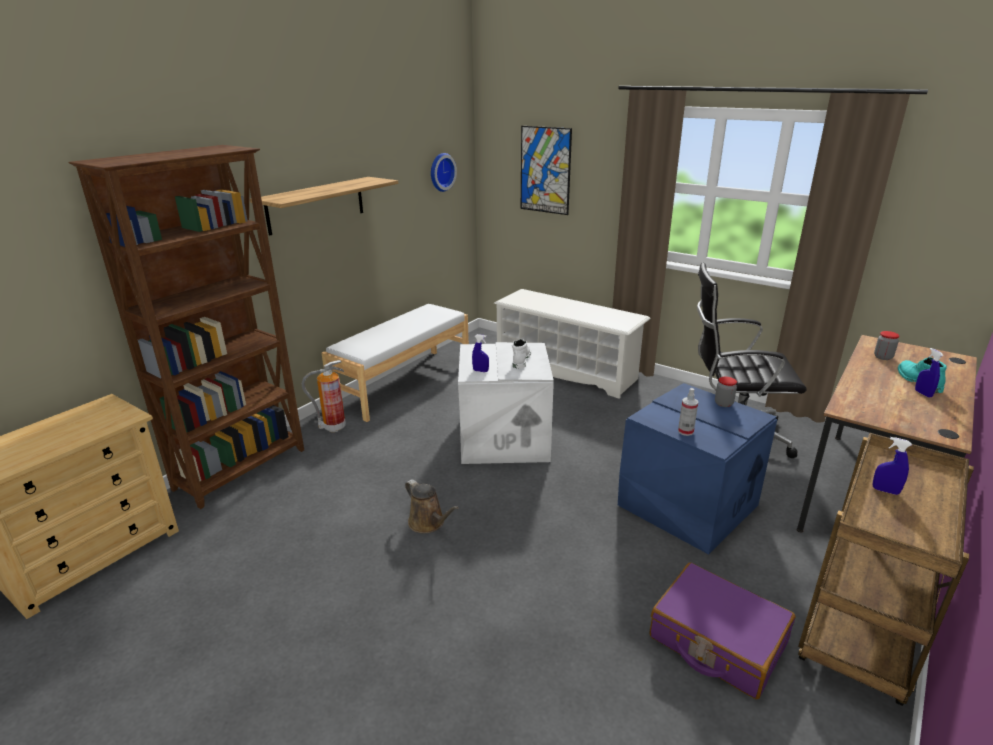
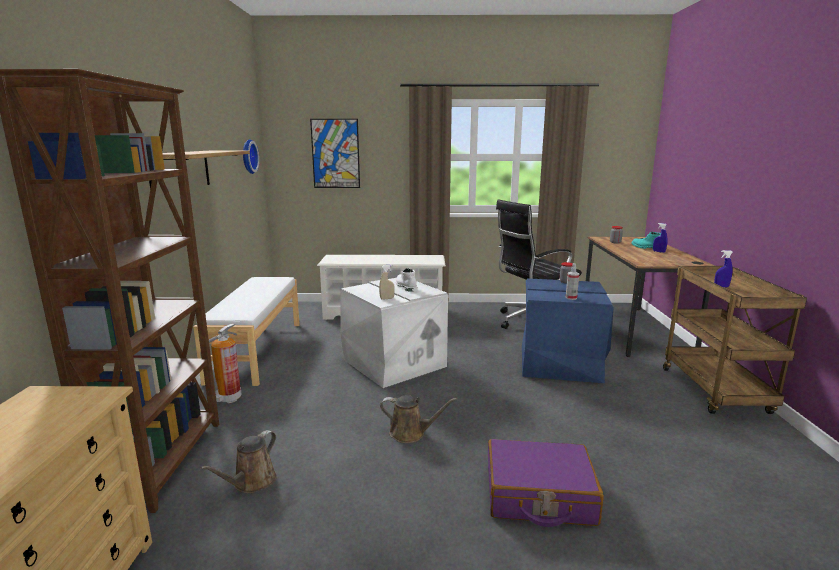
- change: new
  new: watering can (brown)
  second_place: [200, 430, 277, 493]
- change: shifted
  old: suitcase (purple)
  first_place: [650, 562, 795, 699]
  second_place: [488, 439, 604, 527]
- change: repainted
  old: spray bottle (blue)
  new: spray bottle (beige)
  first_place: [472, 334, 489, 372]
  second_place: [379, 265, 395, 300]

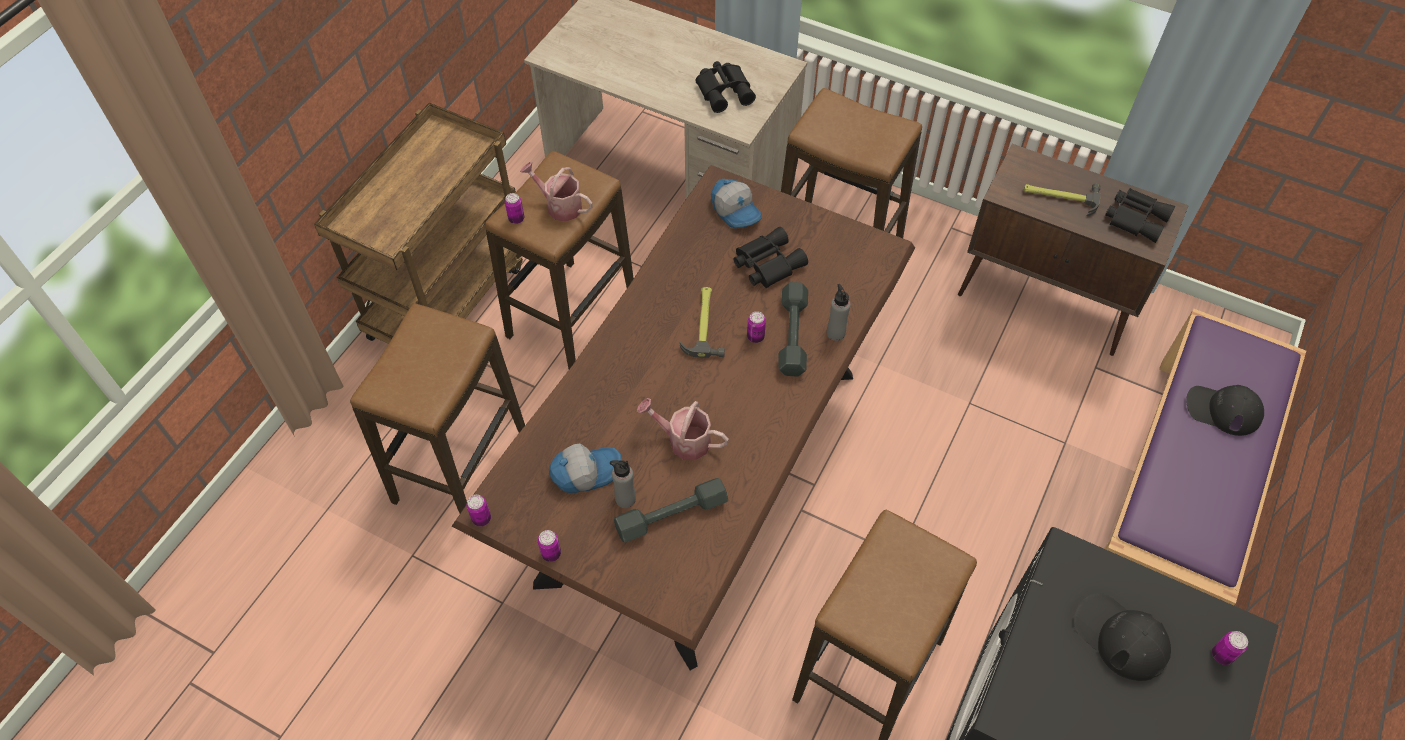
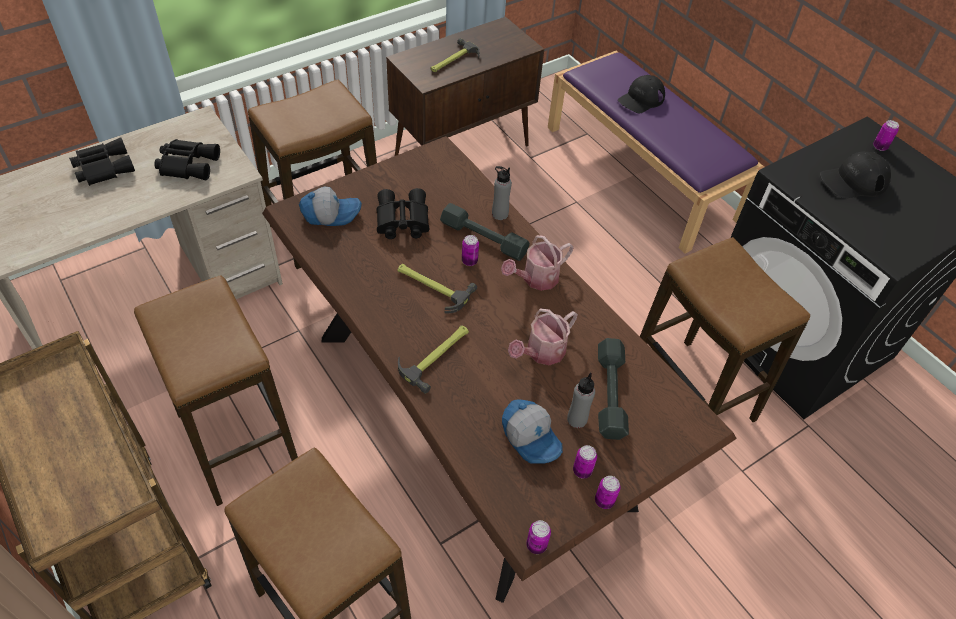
- change: new
  new: hammer
  second_place: [398, 326, 469, 394]
- change: shifted
  old: can
  first_place: [505, 193, 524, 224]
  second_place: [573, 445, 597, 479]
- change: shifted
  old: watering can
  first_place: [520, 162, 593, 222]
  second_place: [501, 235, 574, 291]
- change: shifted
  old: binoculars (black)
  first_place: [1105, 188, 1176, 243]
  second_place: [69, 138, 135, 186]
- change: rotated
  old: cap
  first_place: [549, 443, 622, 493]
  second_place: [502, 399, 563, 464]
  degrees: 135

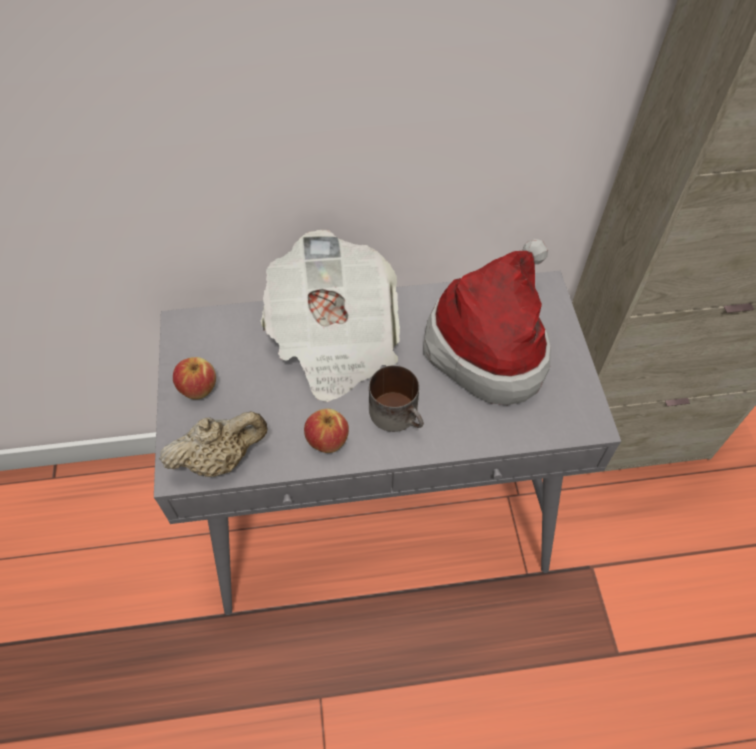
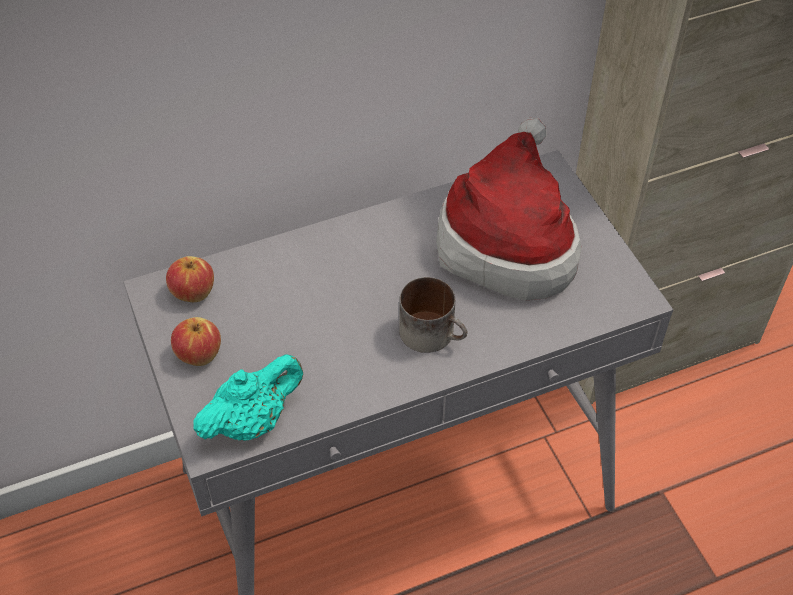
- change: gone
  old: newspaper
  first_place: [261, 230, 400, 402]
- change: shifted
  old: apple
  first_place: [304, 409, 349, 453]
  second_place: [166, 256, 214, 302]
- change: repainted
  old: teapot (beige)
  new: teapot (turquoise)
  first_place: [159, 411, 268, 477]
  second_place: [193, 354, 303, 441]

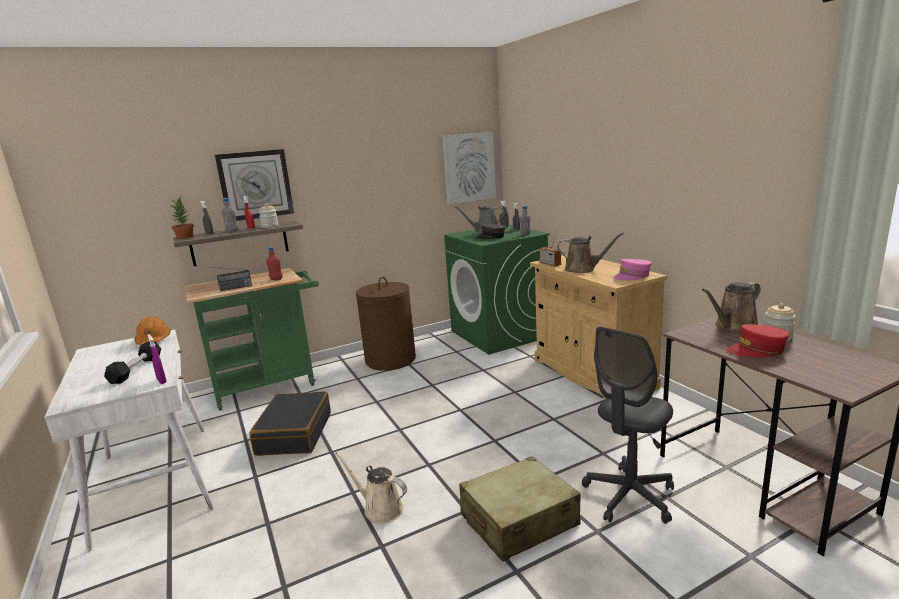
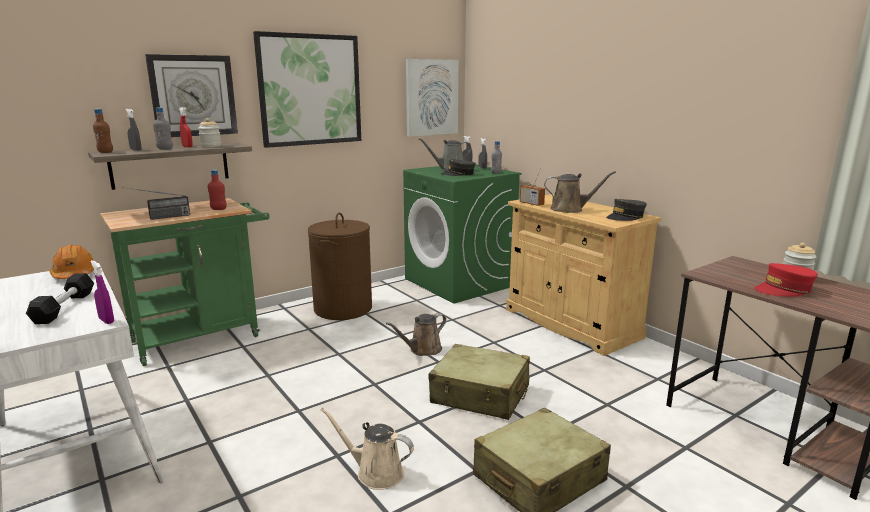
- change: gone
  old: suitcase (black)
  first_place: [249, 391, 331, 456]
- change: gone
  old: office chair (grey)
  first_place: [582, 327, 674, 524]
- change: new
  new: picture
  second_place: [253, 31, 361, 148]
- change: new
  new: suitcase (beige)
  second_place: [429, 344, 530, 420]
- change: shifted
  old: watering can (brown)
  first_place: [702, 282, 761, 332]
  second_place: [386, 313, 446, 356]
- change: swapped
  old: potted plant
  new: bottle (brown)
  first_place: [169, 196, 194, 239]
  second_place: [93, 109, 113, 153]
- change: repainted
  old: cap (pink)
  new: cap (grey)
  first_place: [612, 259, 652, 280]
  second_place: [606, 199, 647, 221]

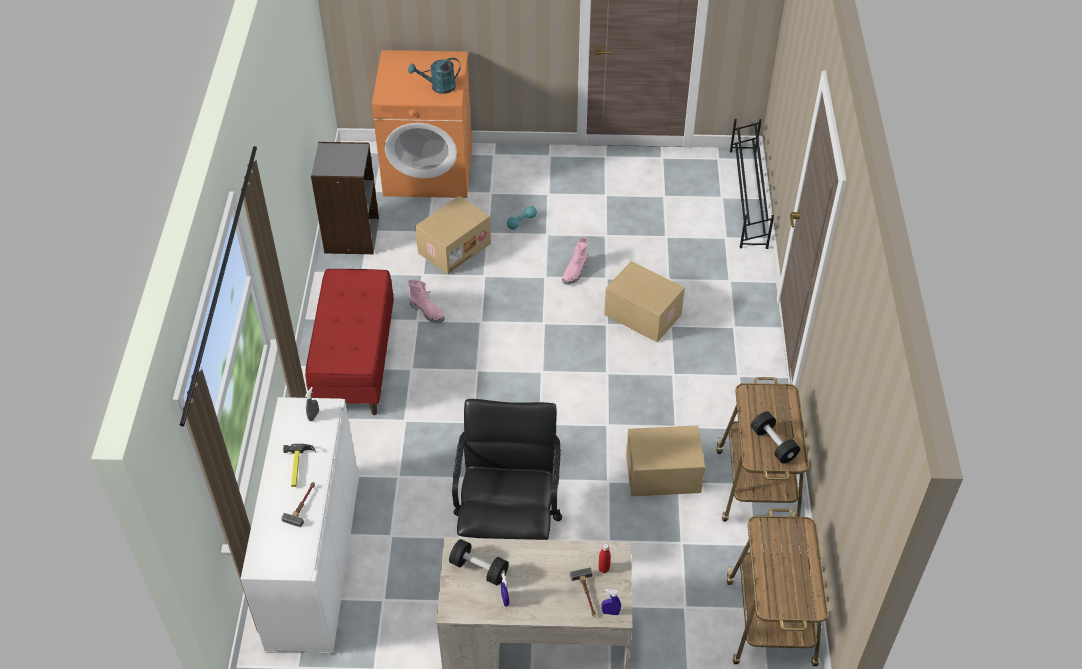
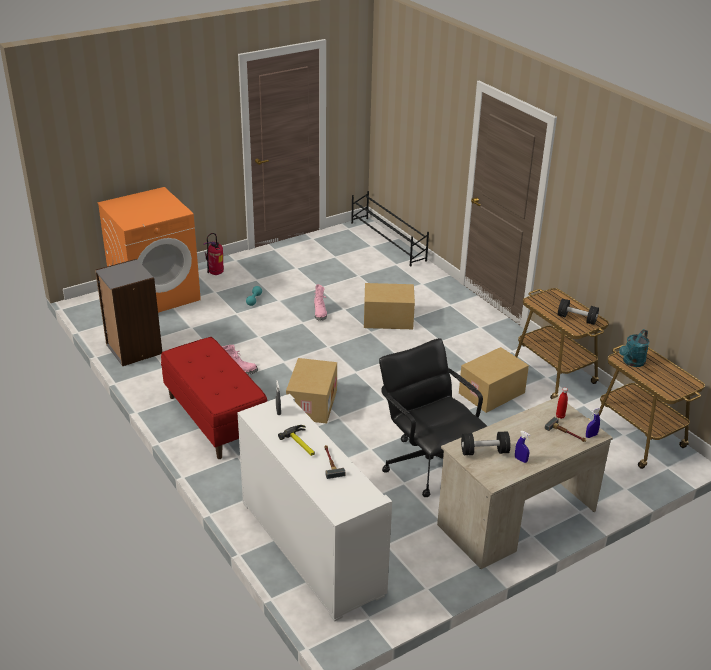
- change: new
  new: fire extinguisher
  second_place: [203, 233, 224, 275]
- change: shifted
  old: watering can (turquoise)
  first_place: [408, 58, 461, 94]
  second_place: [619, 329, 650, 367]
- change: shifted
  old: cardboard box
  first_place: [415, 196, 491, 274]
  second_place: [286, 358, 337, 424]

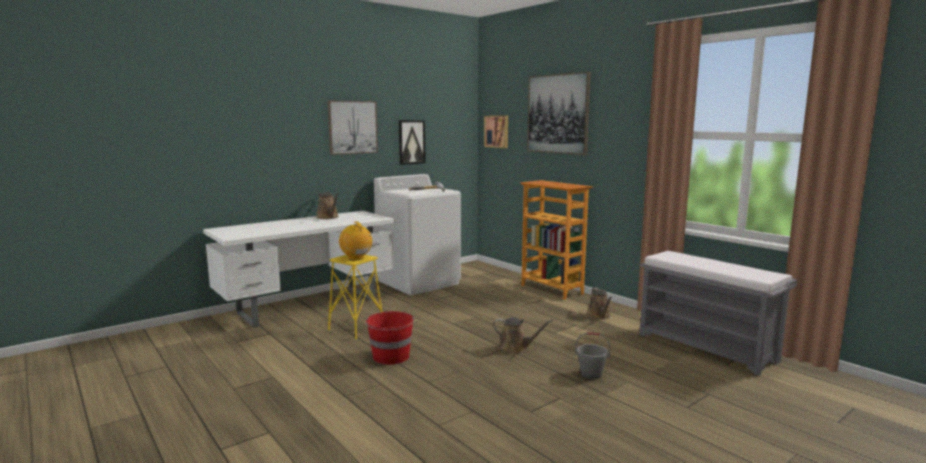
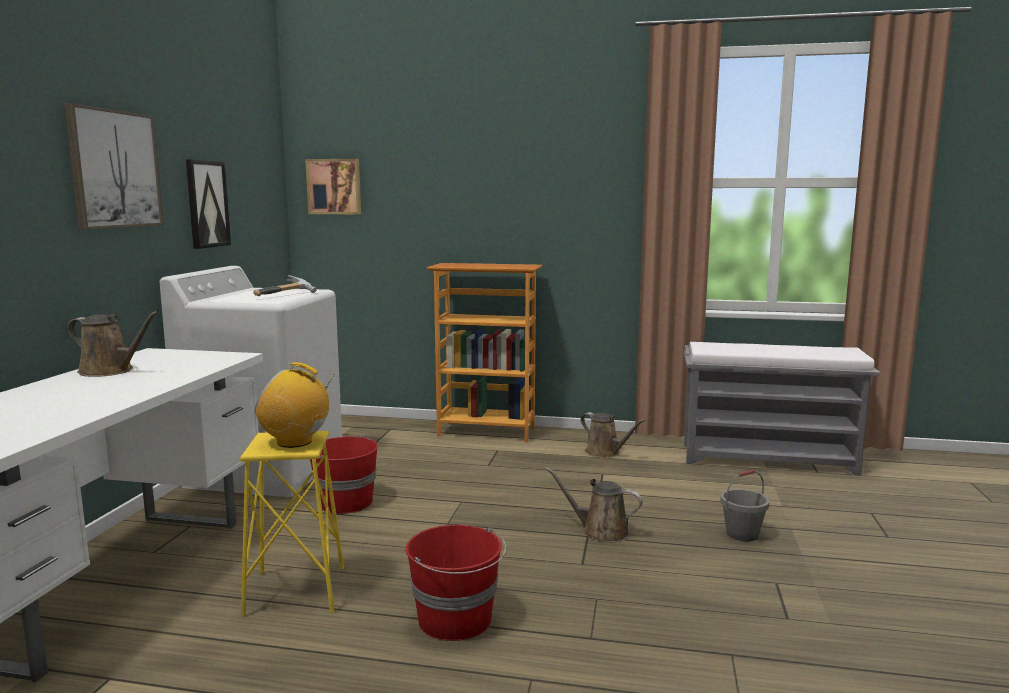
- change: gone
  old: picture
  first_place: [527, 72, 591, 155]
- change: new
  new: bucket (red)
  second_place: [310, 435, 378, 514]
- change: rotated
  old: watering can (brown)
  first_place: [493, 318, 553, 354]
  second_place: [546, 467, 643, 543]
  degrees: -135

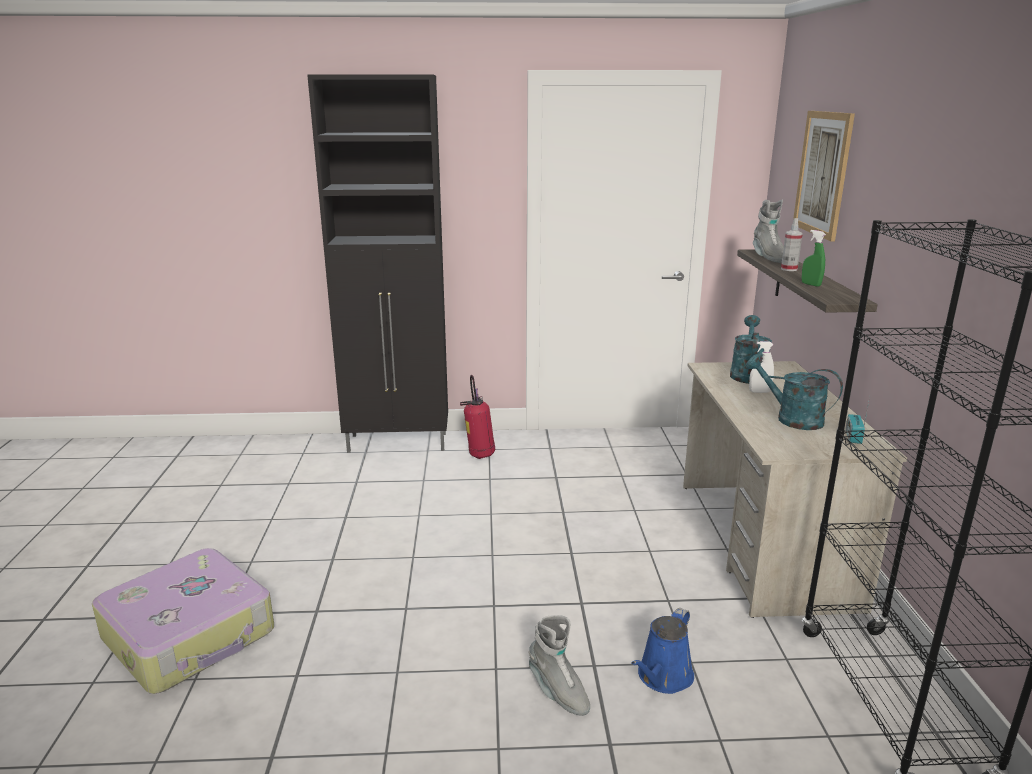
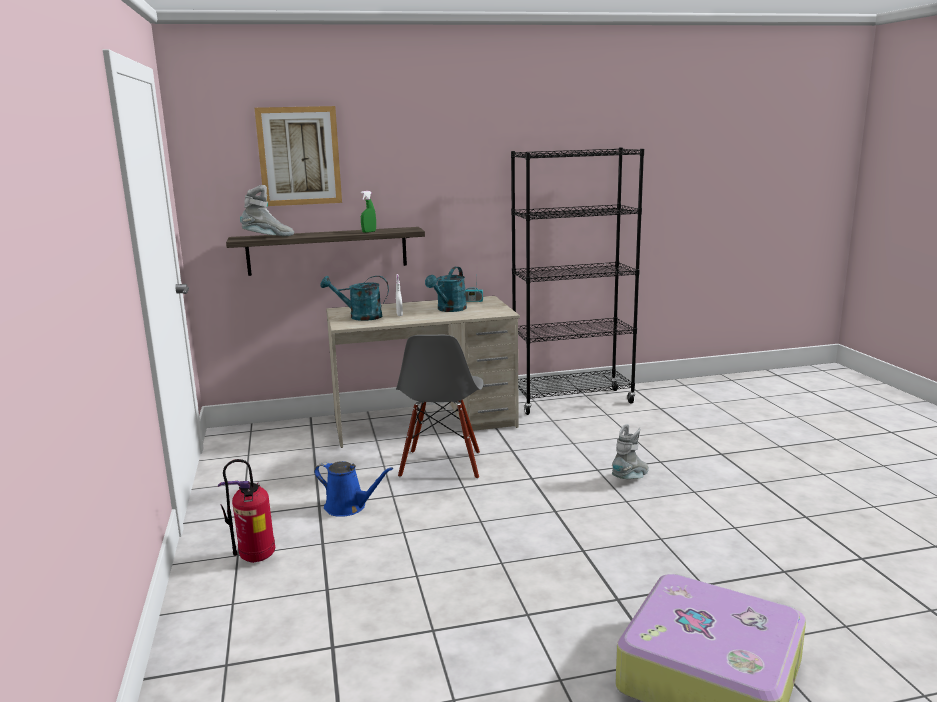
- change: gone
  old: cabinet (black)
  first_place: [307, 75, 448, 453]
- change: gone
  old: spray bottle
  first_place: [781, 218, 803, 271]
- change: new
  new: chair (grey)
  second_place: [396, 335, 484, 479]
- change: shifted
  old: watering can (blue)
  first_place: [631, 608, 694, 694]
  second_place: [314, 461, 393, 517]

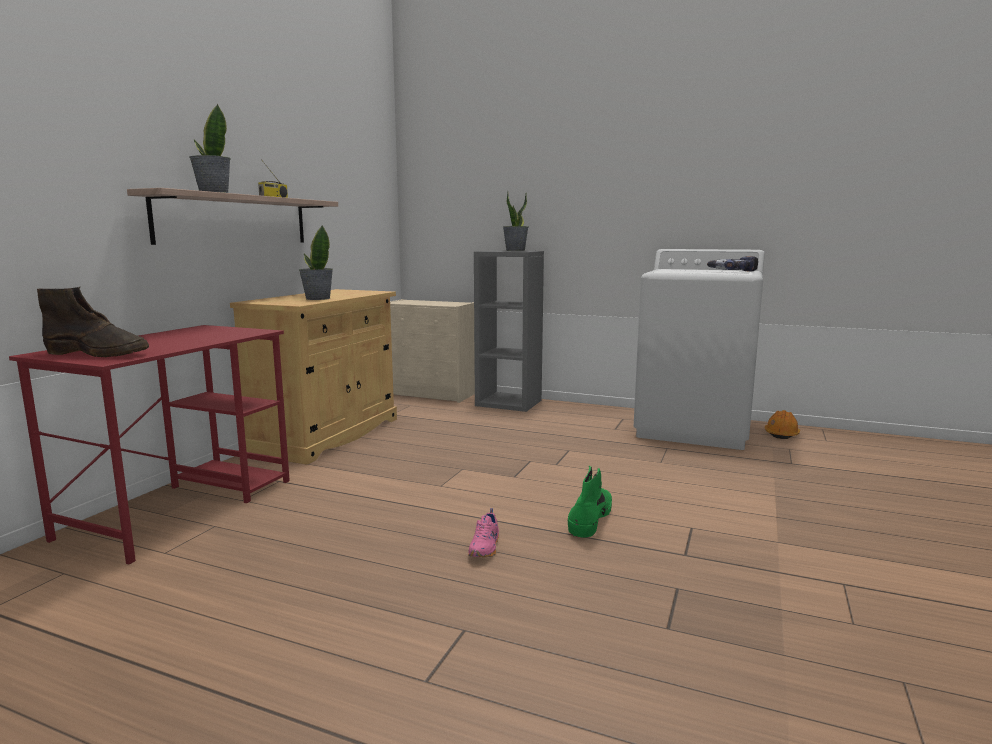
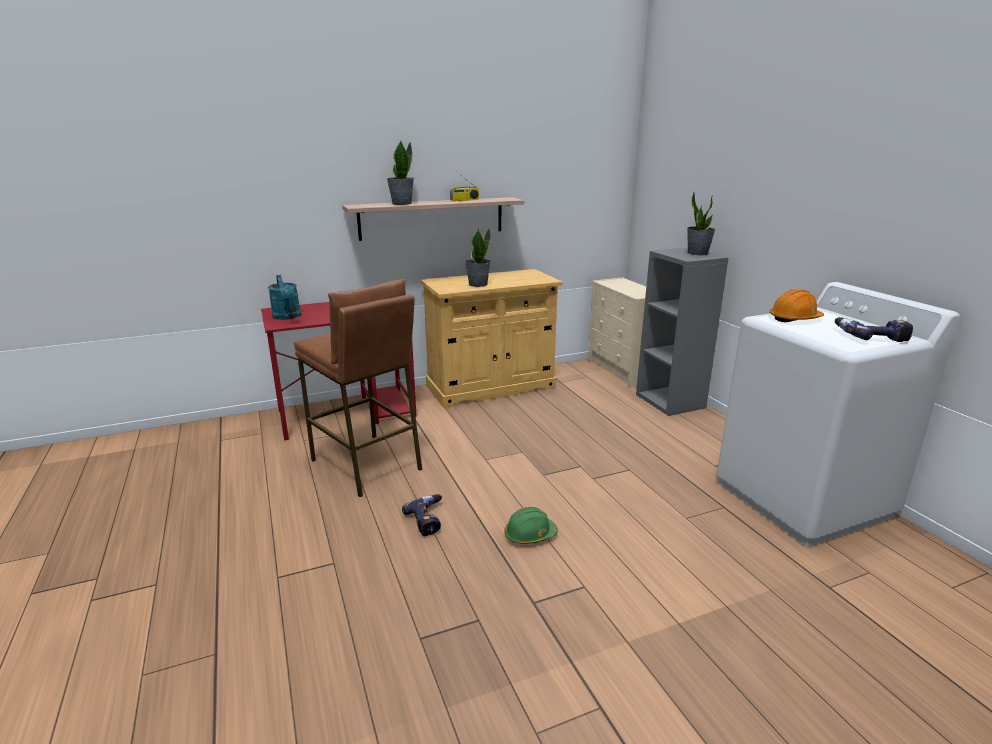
- change: new
  new: stool (brown)
  second_place: [294, 279, 422, 497]
- change: shifted
  old: hard hat (orange)
  first_place: [765, 410, 800, 439]
  second_place: [769, 289, 824, 322]
- change: swapped
  old: boot (brown)
  new: watering can (turquoise)
  first_place: [37, 287, 149, 357]
  second_place: [268, 275, 301, 320]
- change: swapped
  old: shoe (pink)
  new: power drill
  first_place: [468, 508, 499, 558]
  second_place: [402, 494, 442, 536]
- change: swapped
  old: boot (green)
  new: hard hat (green)
  first_place: [568, 466, 612, 538]
  second_place: [504, 507, 558, 544]

